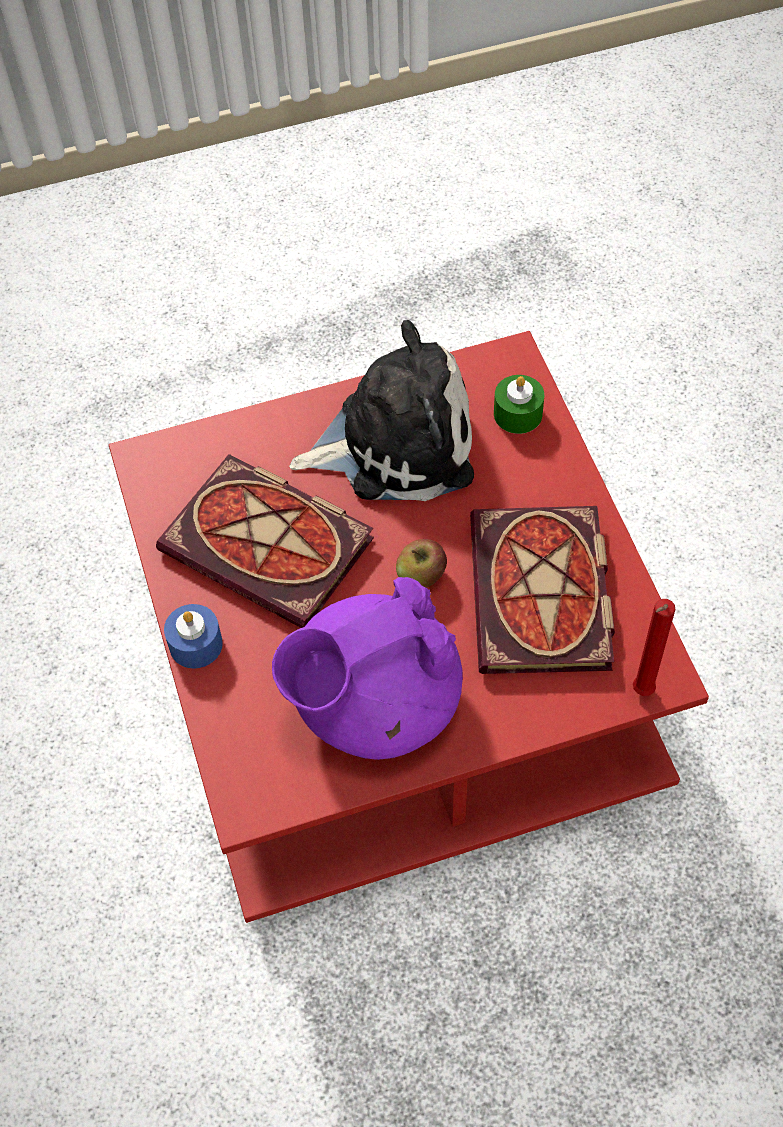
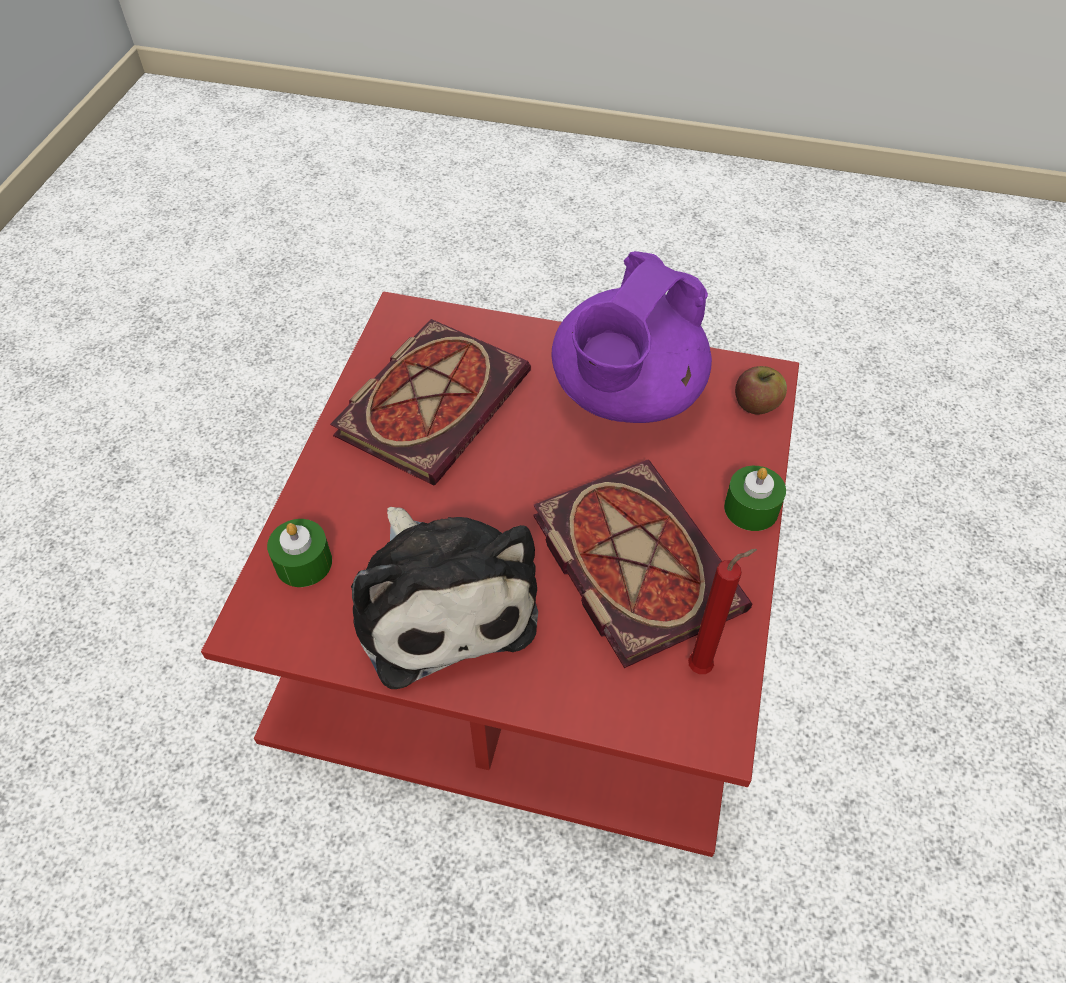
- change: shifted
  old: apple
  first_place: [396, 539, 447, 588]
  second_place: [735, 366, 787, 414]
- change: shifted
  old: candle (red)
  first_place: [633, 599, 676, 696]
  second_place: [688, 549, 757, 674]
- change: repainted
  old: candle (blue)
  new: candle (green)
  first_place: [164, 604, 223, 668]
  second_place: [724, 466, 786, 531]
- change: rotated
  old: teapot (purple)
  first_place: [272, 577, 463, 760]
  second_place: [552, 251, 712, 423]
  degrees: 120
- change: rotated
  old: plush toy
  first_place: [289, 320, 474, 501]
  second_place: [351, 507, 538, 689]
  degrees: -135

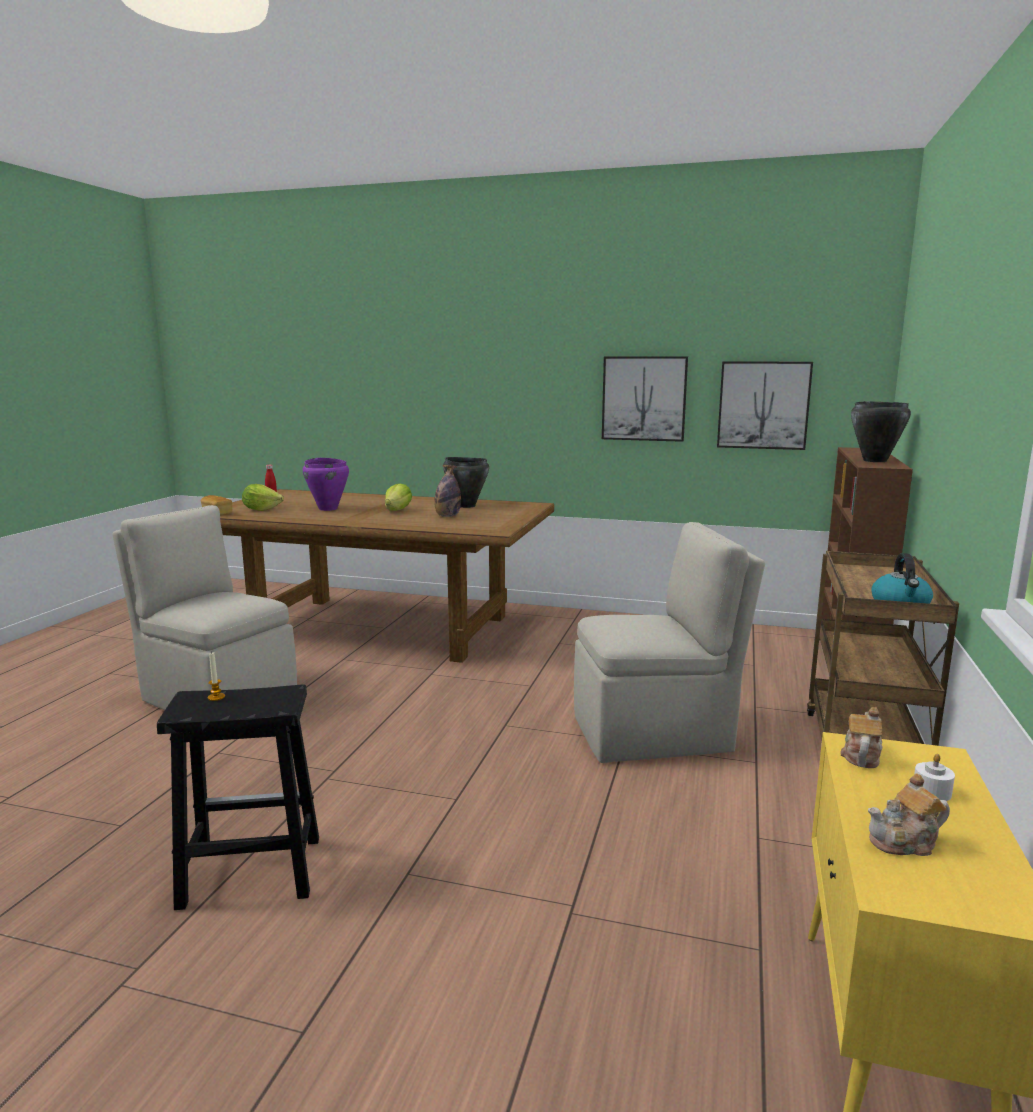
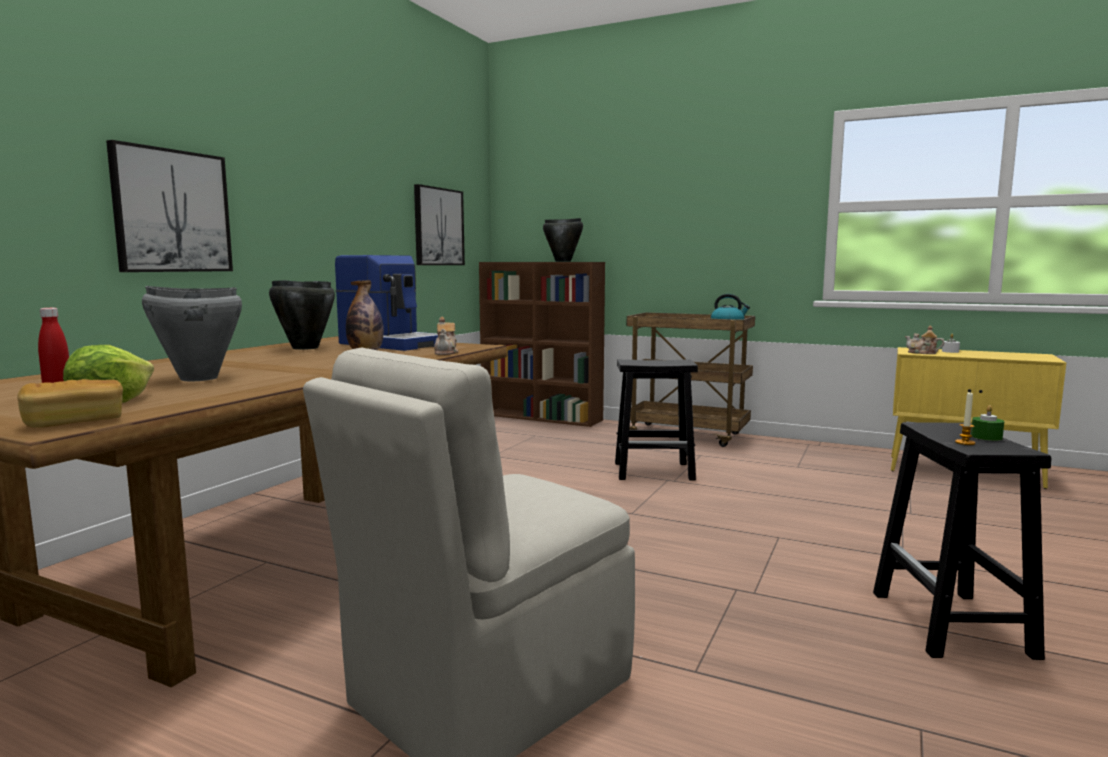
- change: gone
  old: lettuce
  first_place: [385, 483, 412, 511]
- change: new
  new: coffee machine
  second_place: [335, 255, 438, 351]
- change: new
  new: candle (green)
  second_place: [971, 405, 1004, 441]
- change: shifted
  old: picture
  first_place: [602, 356, 688, 442]
  second_place: [106, 140, 233, 272]
- change: shifted
  old: teapot
  first_place: [868, 773, 950, 856]
  second_place: [434, 317, 458, 355]
- change: swapped
  old: chair (beige)
  new: stool (black)
  first_place: [574, 522, 765, 763]
  second_place: [615, 359, 698, 480]
- change: repainted
  old: cooking pot (purple)
  new: cooking pot (grey)
  first_place: [303, 458, 349, 511]
  second_place: [142, 286, 242, 381]

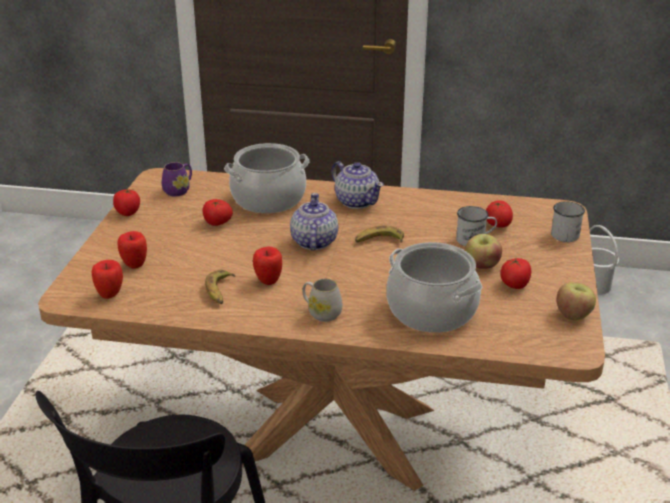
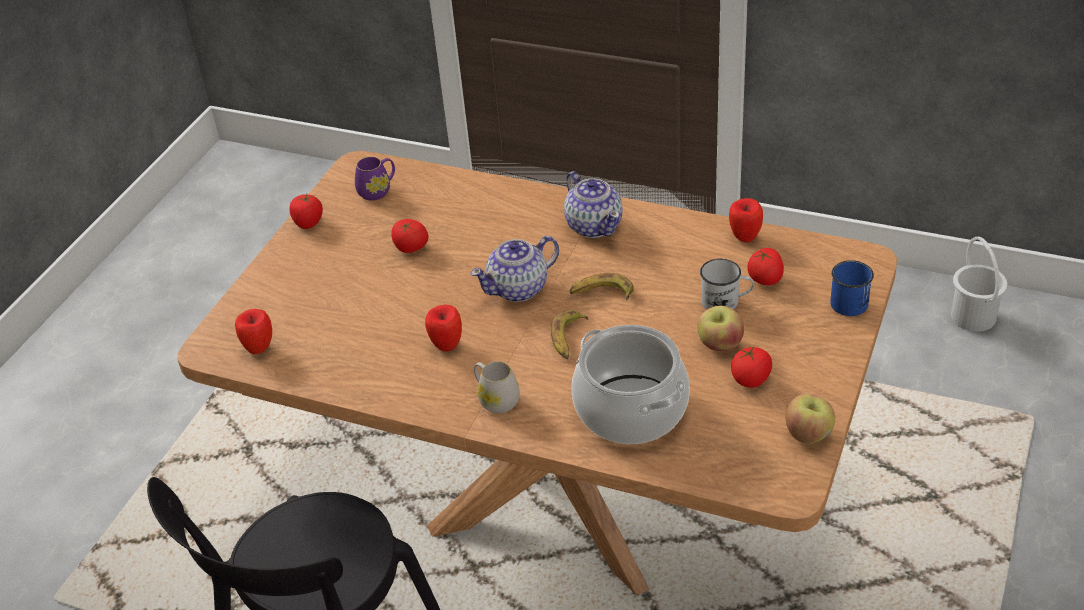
- change: gone
  old: cooking pot
  first_place: [224, 143, 310, 213]
- change: shifted
  old: apple
  first_place: [117, 231, 147, 269]
  second_place: [729, 198, 763, 242]
- change: shifted
  old: banana
  first_place: [205, 270, 235, 304]
  second_place: [551, 310, 589, 359]
- change: repainted
  old: mug (white)
  new: mug (blue)
  first_place: [551, 201, 585, 242]
  second_place: [830, 260, 874, 316]
- change: rotated
  old: teapot
  first_place: [290, 193, 338, 251]
  second_place: [470, 236, 559, 302]
  degrees: -135

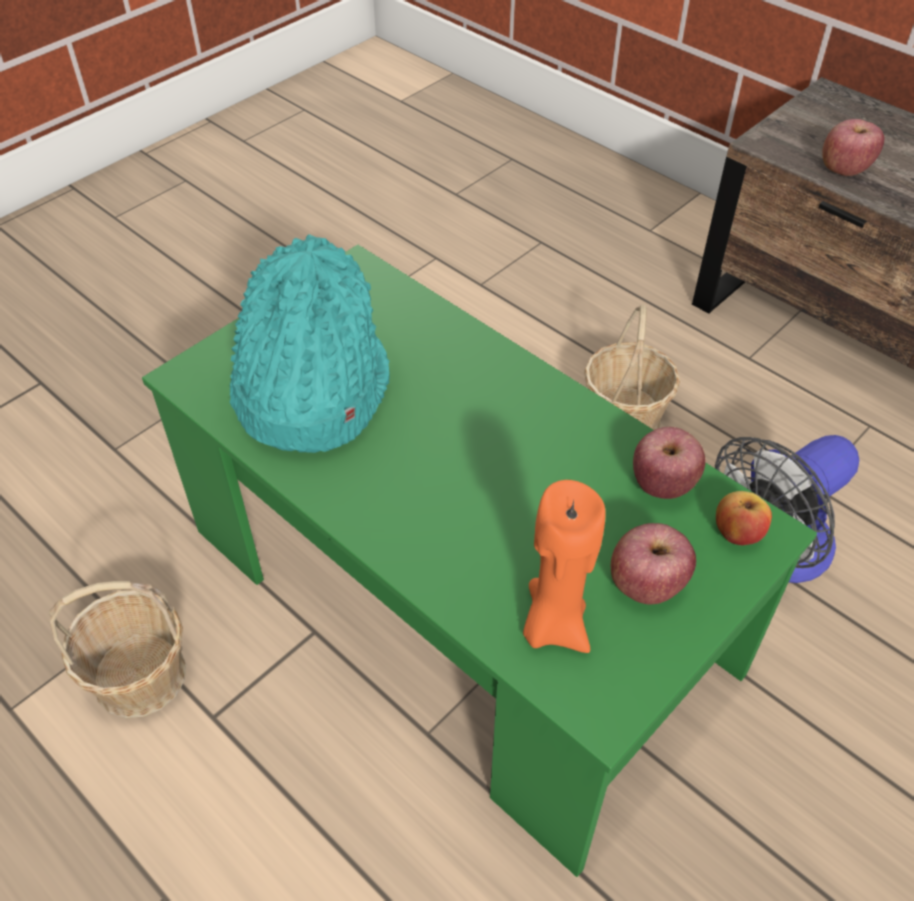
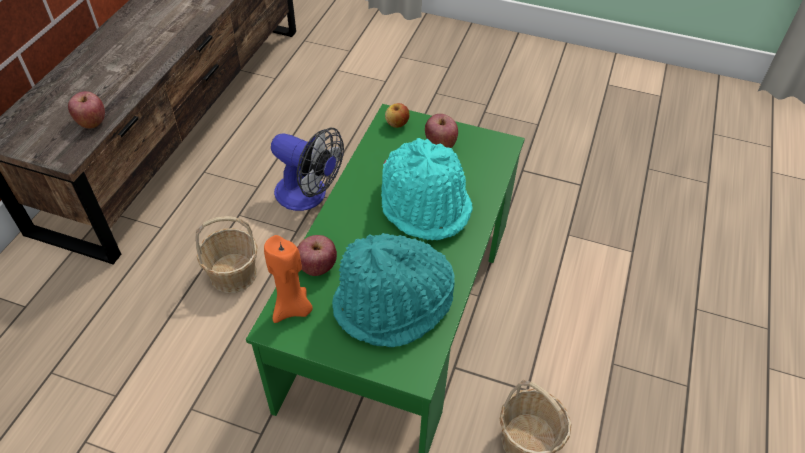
- change: new
  new: hat (turquoise)
  second_place: [381, 138, 473, 240]
- change: shifted
  old: candle (orange)
  first_place: [523, 480, 606, 653]
  second_place: [264, 235, 313, 323]
- change: shifted
  old: apple
  first_place: [633, 427, 705, 499]
  second_place: [297, 235, 337, 276]

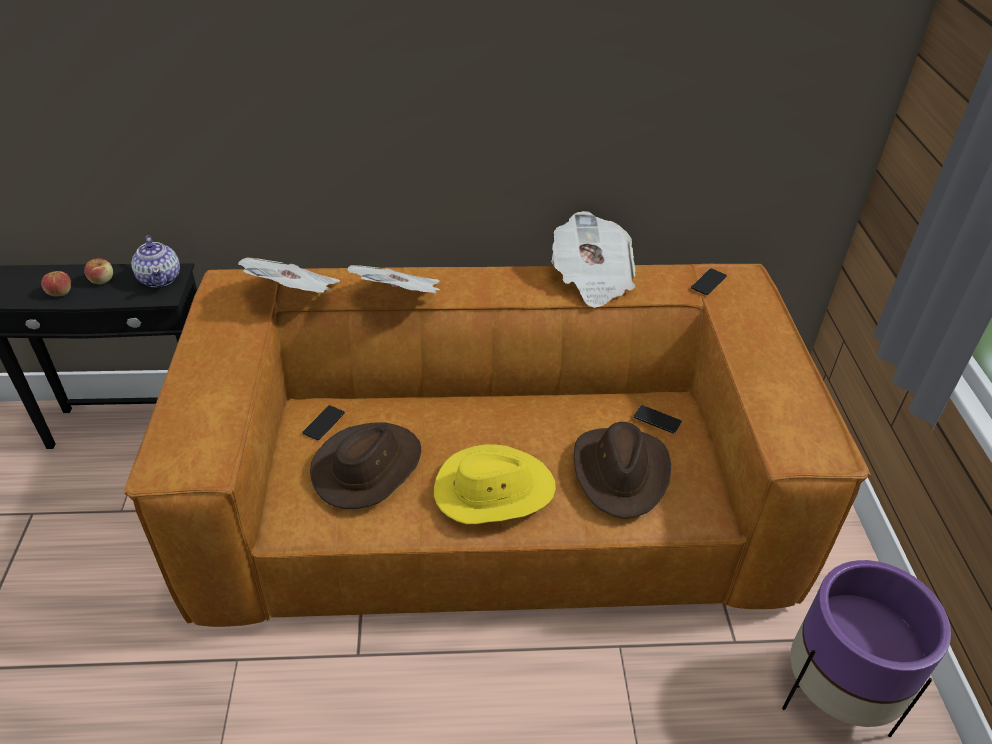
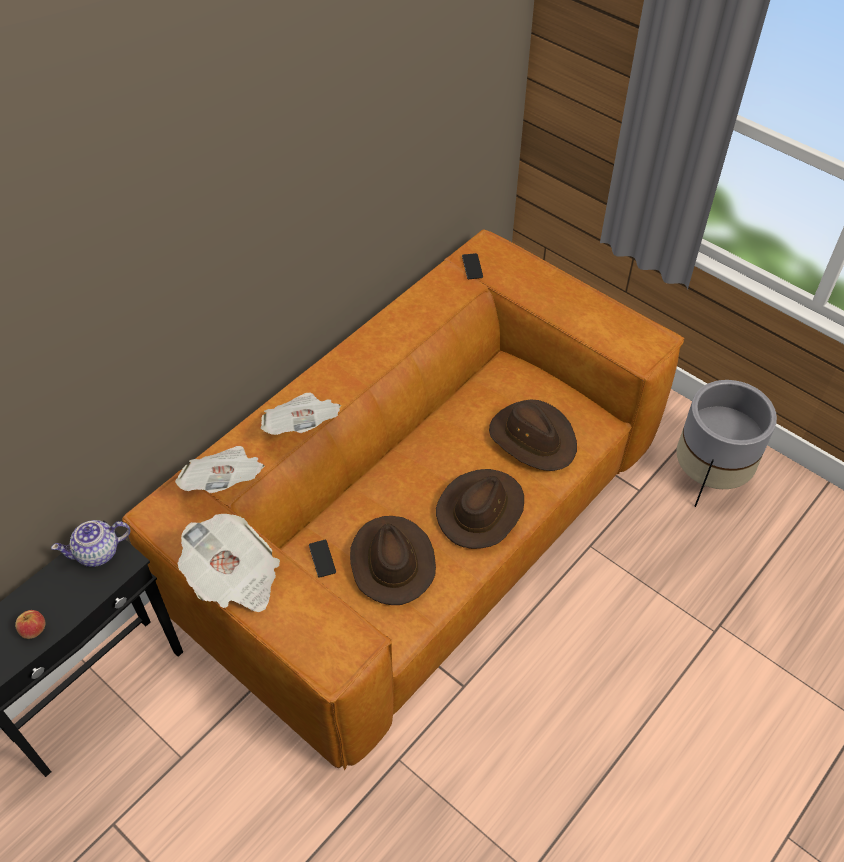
- change: gone
  old: apple
  first_place: [84, 258, 113, 284]
- change: gone
  old: phone
  first_place: [634, 405, 681, 434]
- change: shifted
  old: newspaper
  first_place: [551, 211, 636, 308]
  second_place: [177, 514, 280, 612]
- change: repainted
  old: hat (yellow)
  new: hat (brown)
  first_place: [434, 444, 556, 524]
  second_place: [436, 469, 524, 549]
- change: repainted
  old: planter (purple)
  new: planter (grey)
  first_place: [782, 560, 951, 737]
  second_place: [677, 380, 777, 507]
- change: rotated
  old: teapot
  first_place: [131, 235, 180, 287]
  second_place: [51, 520, 130, 567]
  degrees: 135

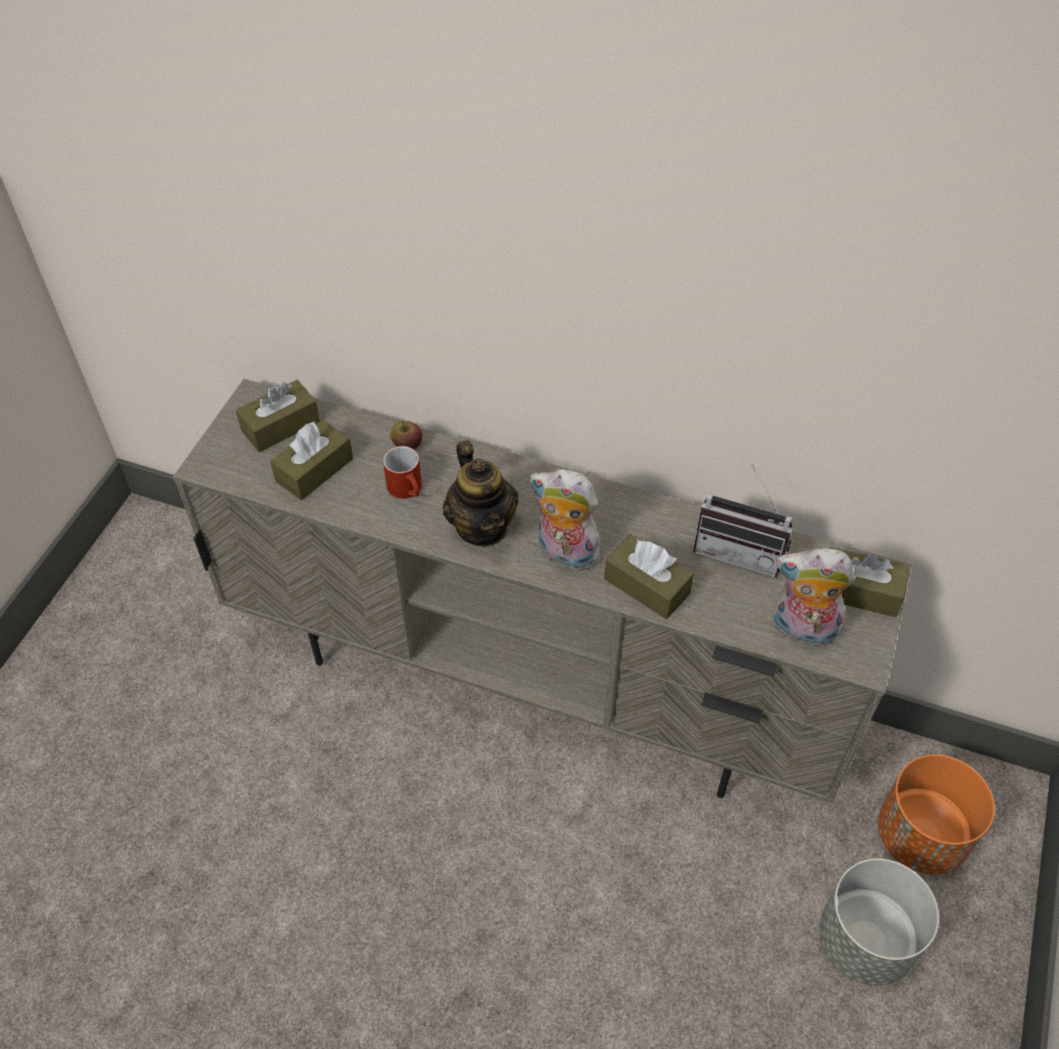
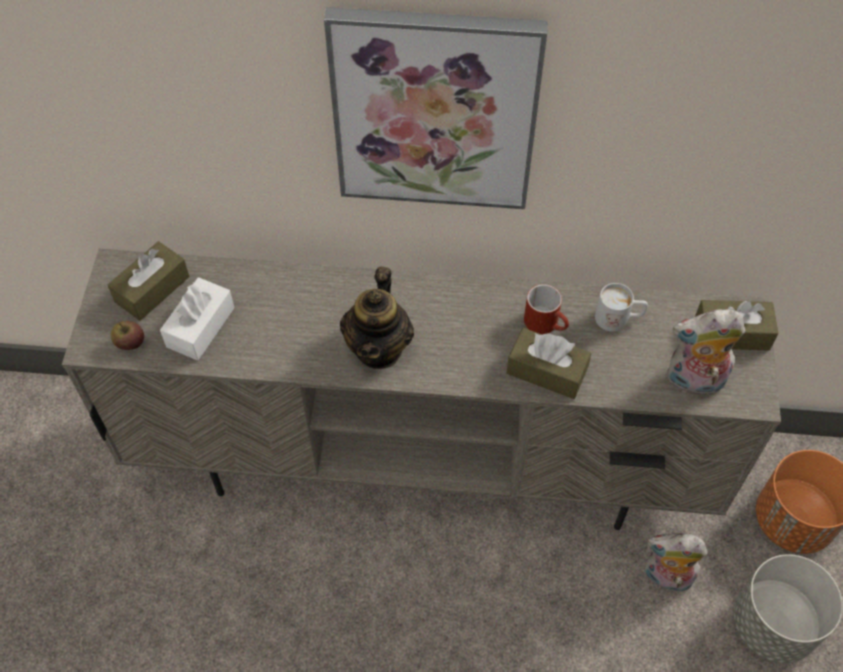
- change: new
  new: picture
  second_place: [324, 7, 548, 209]
- change: shifted
  old: mug (red)
  first_place: [383, 446, 422, 499]
  second_place: [524, 284, 569, 334]
- change: shifted
  old: apple
  first_place: [390, 420, 422, 449]
  second_place: [111, 321, 144, 350]
- change: shifted
  old: plush toy
  first_place: [530, 469, 605, 573]
  second_place: [644, 533, 708, 592]
- change: swapped
  old: radio
  new: mug (white)
  first_place: [694, 464, 792, 577]
  second_place: [595, 283, 648, 332]
- change: repainted
  old: tissue box (brown)
  new: tissue box (white)
  first_place: [270, 420, 353, 500]
  second_place: [160, 277, 235, 360]
- change: rotated
  old: teapot
  first_place: [443, 441, 519, 546]
  second_place: [340, 266, 414, 369]
  degrees: 45

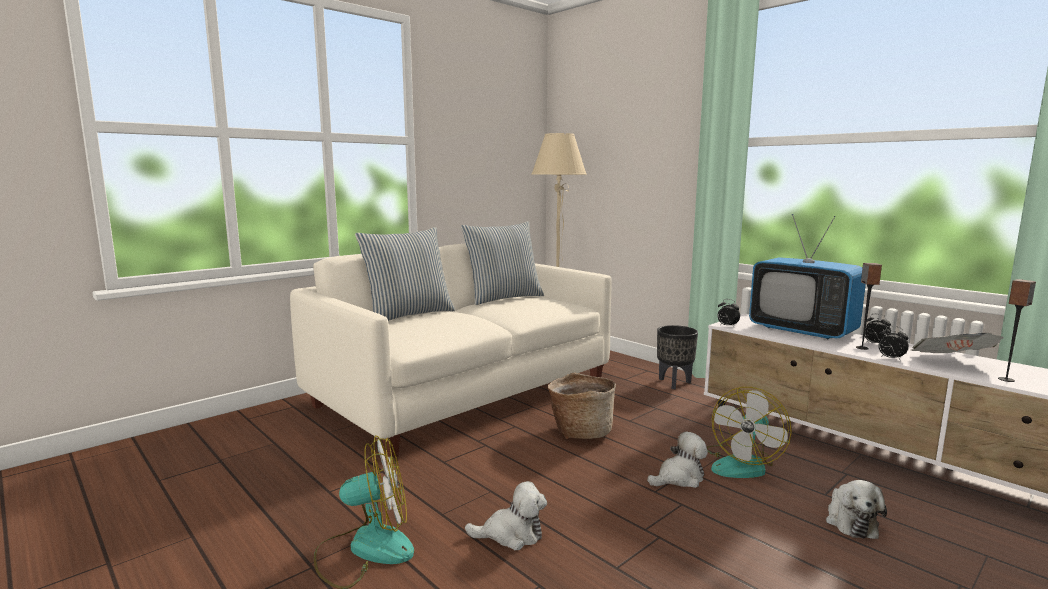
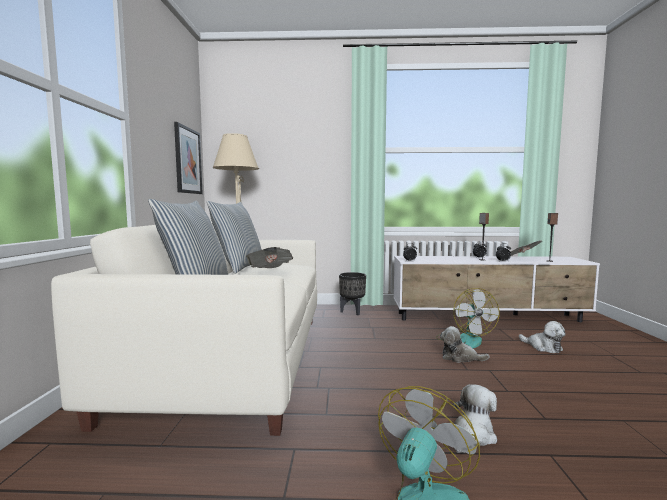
- change: gone
  old: basket
  first_place: [548, 372, 616, 439]
- change: gone
  old: television
  first_place: [749, 214, 866, 339]
- change: new
  new: picture
  second_place: [174, 122, 203, 194]
- change: new
  new: newspaper
  second_place: [246, 247, 293, 268]
- change: rotated
  old: plush toy
  first_place: [647, 432, 708, 488]
  second_place: [440, 326, 490, 363]
  degrees: -90

